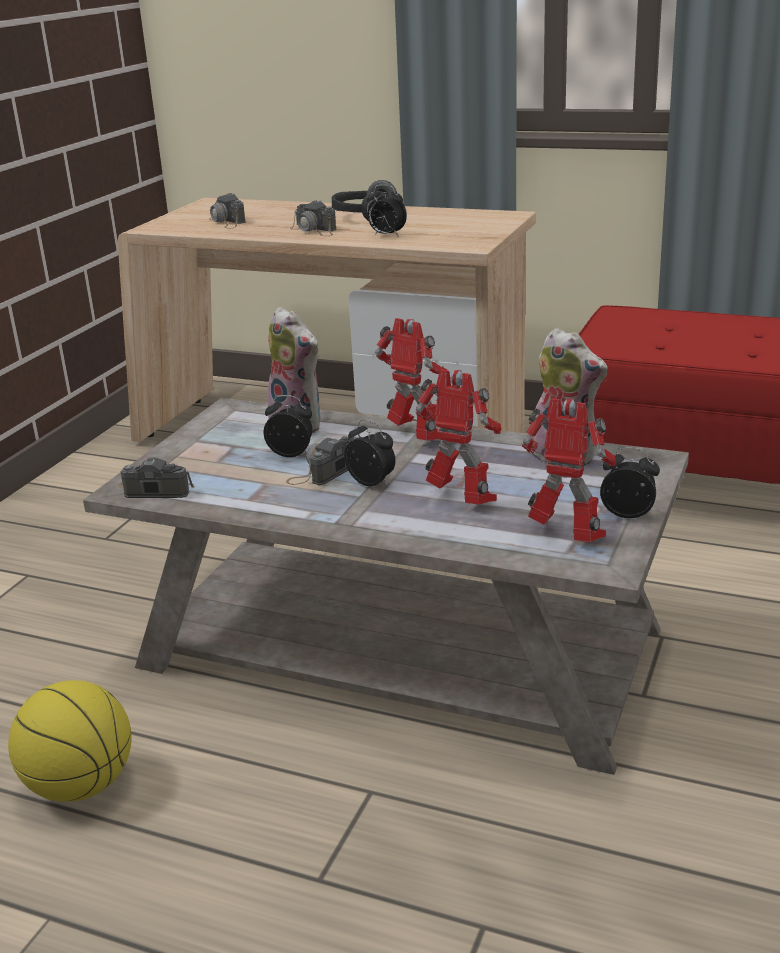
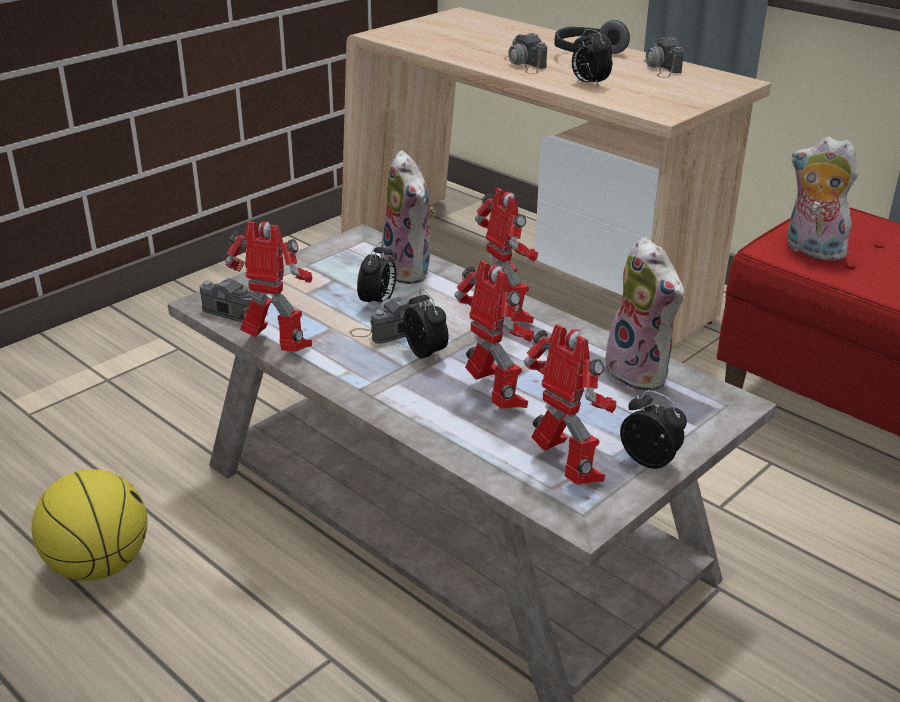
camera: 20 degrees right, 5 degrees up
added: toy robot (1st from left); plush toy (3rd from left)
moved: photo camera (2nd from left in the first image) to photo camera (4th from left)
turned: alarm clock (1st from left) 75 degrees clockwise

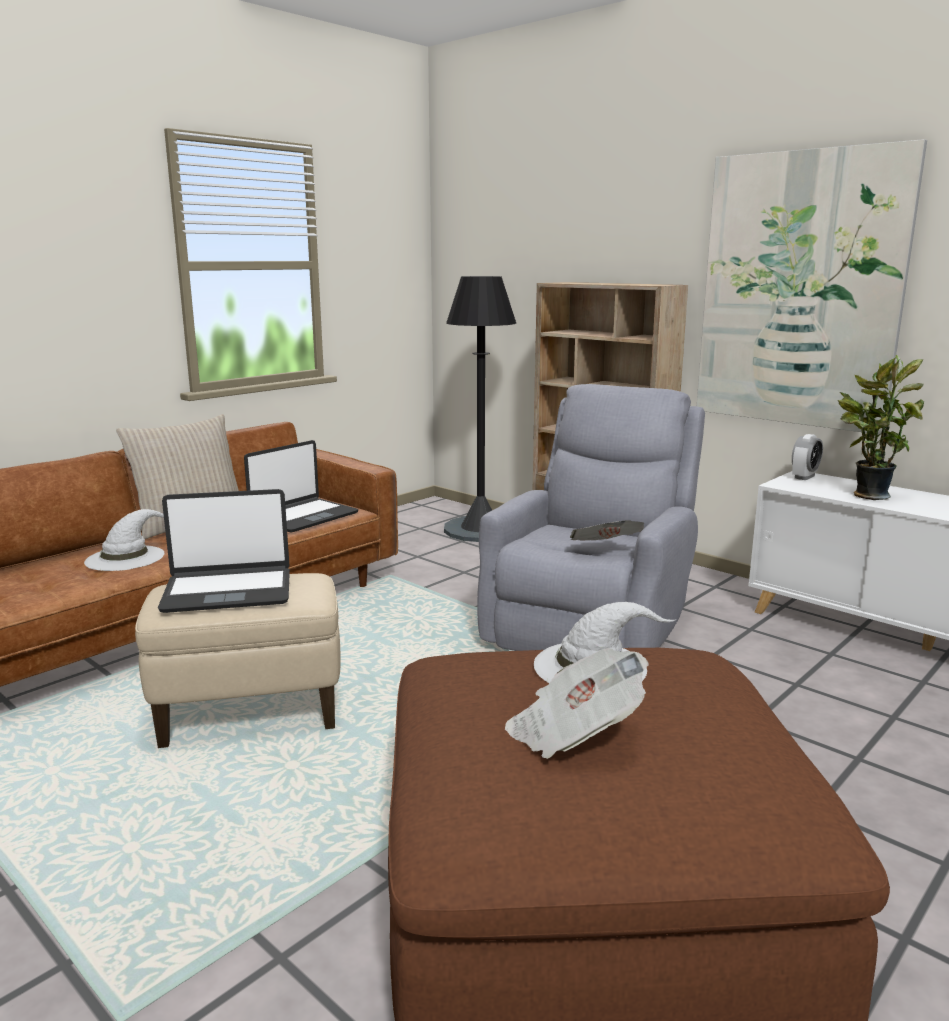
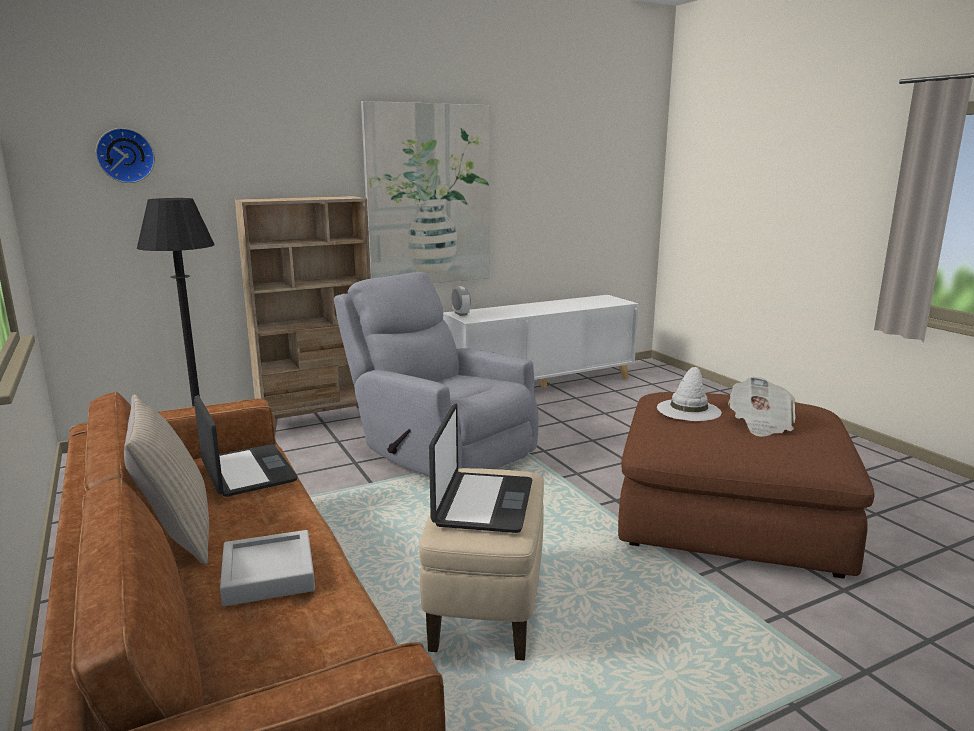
camera: 70 degrees left, 0 degrees up
removed: newspaper (2nd from left); potted plant
added: wall clock
replaced: white hat (1st from left) to grey tray

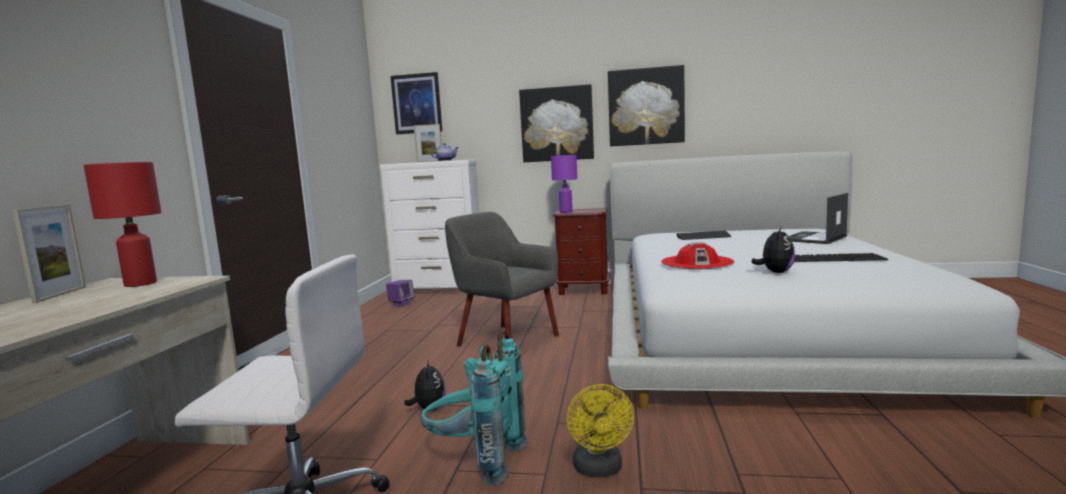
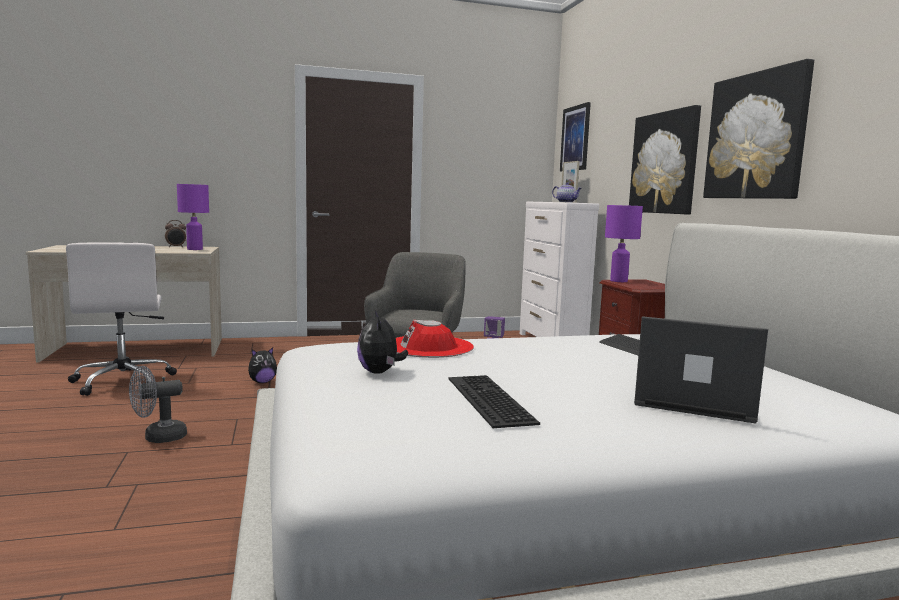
camera: 65 degrees right, 0 degrees up
removed: turquoise backpack
replaced: picture frame (1st from left) to alarm clock
recoloured: yellow fan to grey fan; red table lamp to purple table lamp (1st from left)
turned: plush toy (2nd from left) 75 degrees clockwise

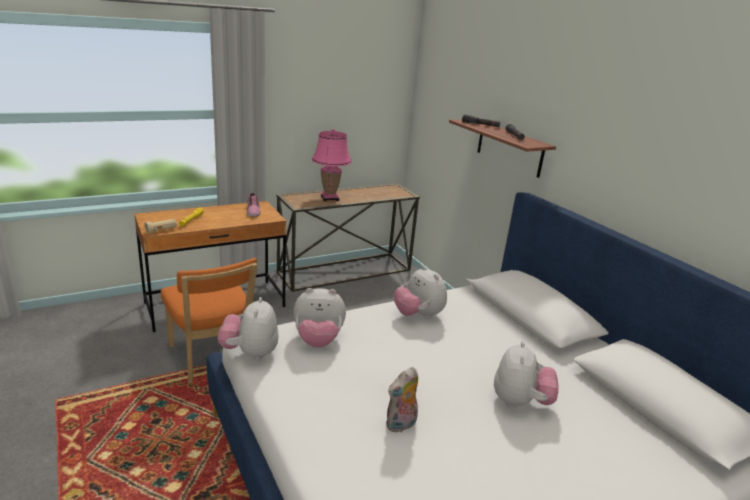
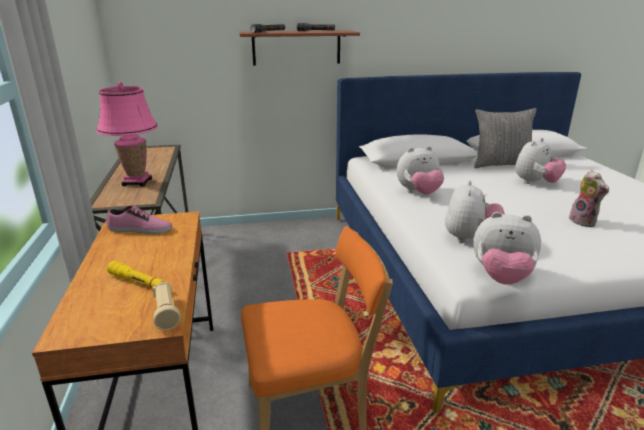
camera: 70 degrees left, 0 degrees up
added: grey pillow
turned: plush toy (5th from left in the first image) 105 degrees clockwise

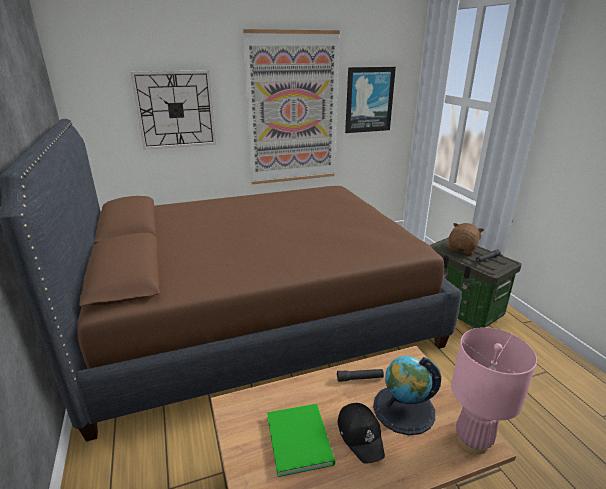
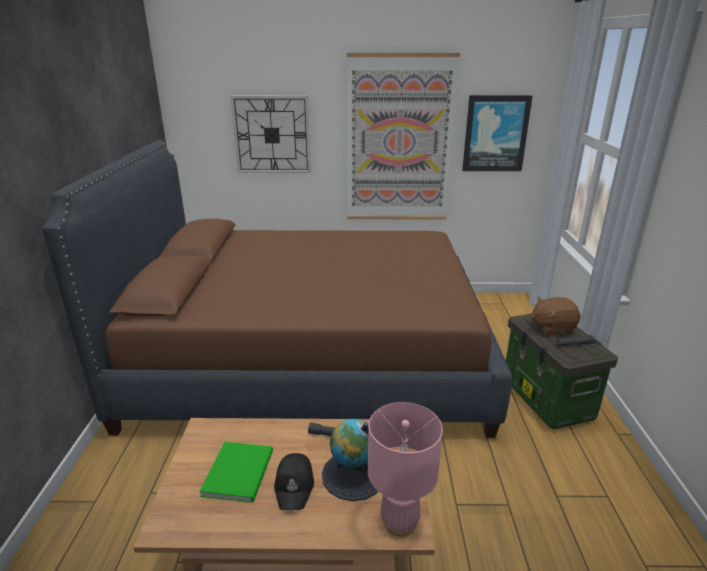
camera: 20 degrees right, 0 degrees up
turned: brown plush toy 150 degrees counterclockwise

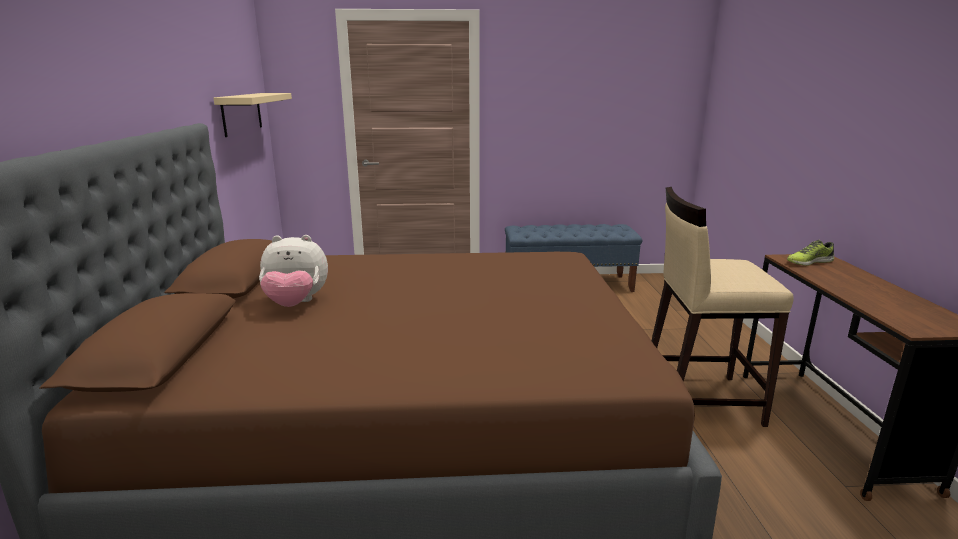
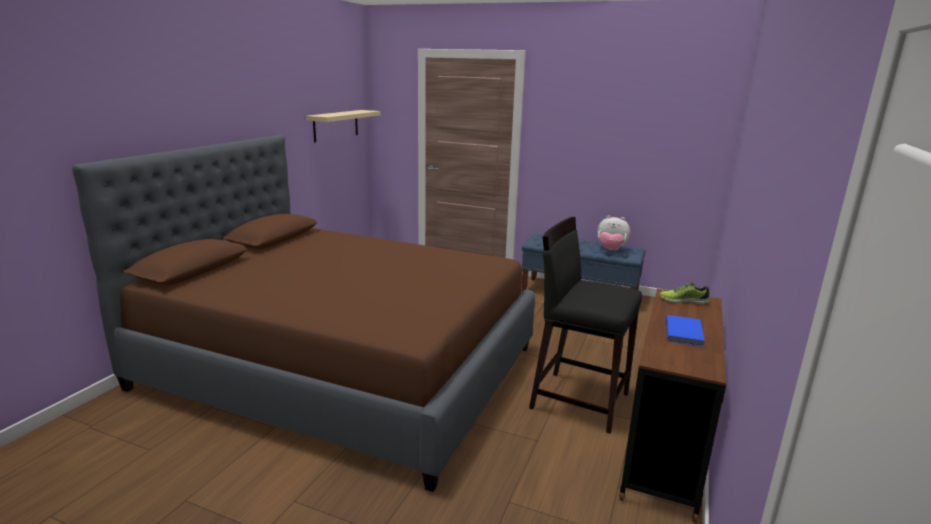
camera: 25 degrees right, 0 degrees up
added: blue book
moved: plush toy
recoloured: beige stool to black stool

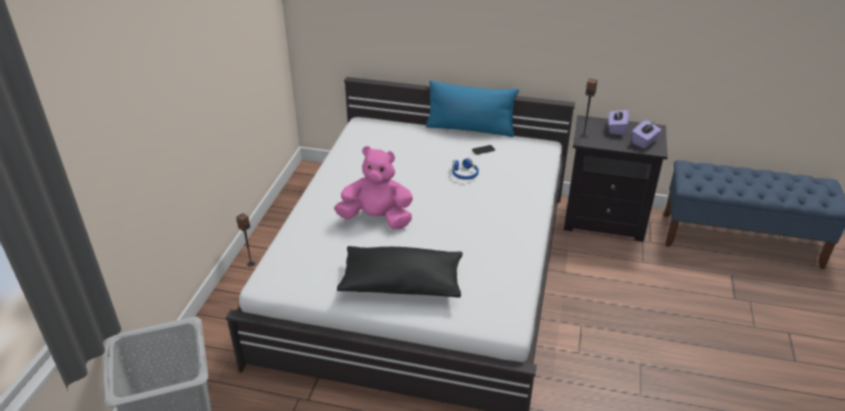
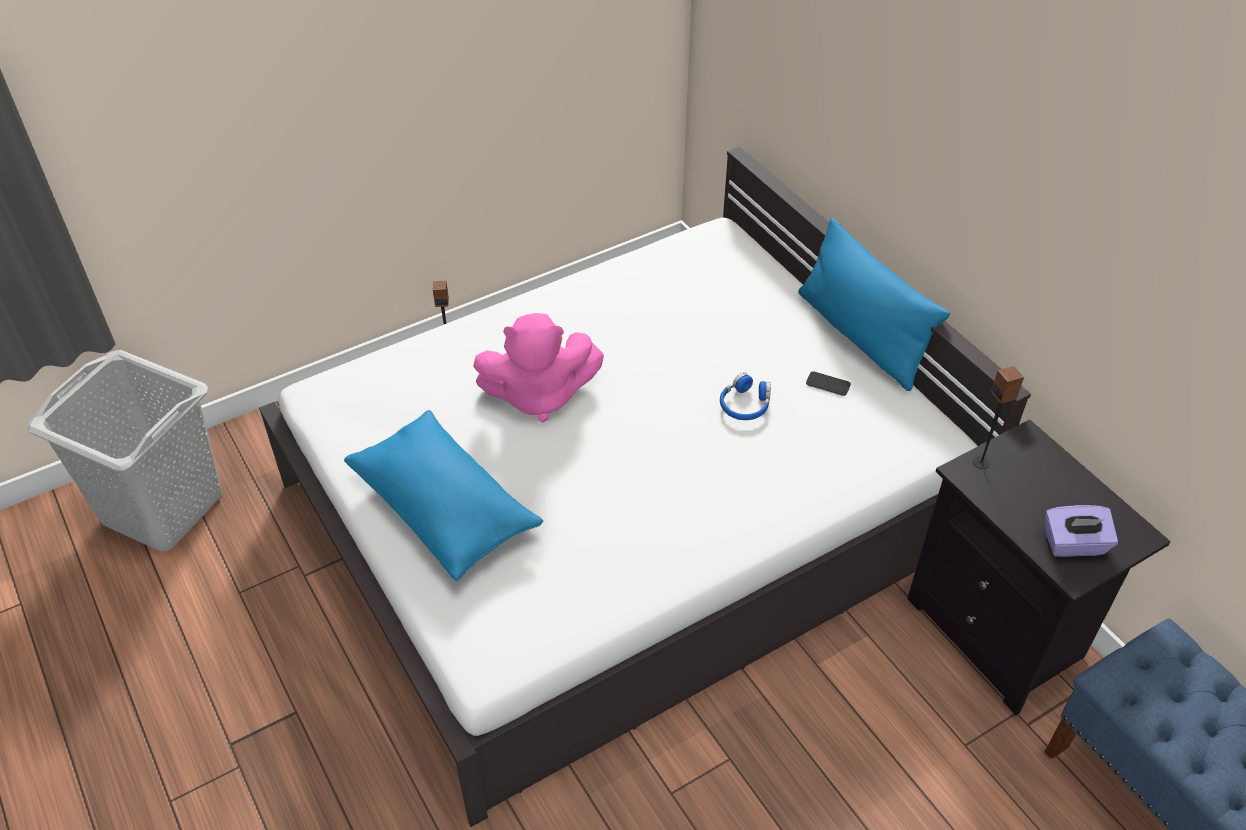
camera: 45 degrees right, 10 degrees up
removed: purple tissue box (1st from left)
recoloured: black pillow to blue pillow (1st from left)
turned: pink plush toy 120 degrees clockwise

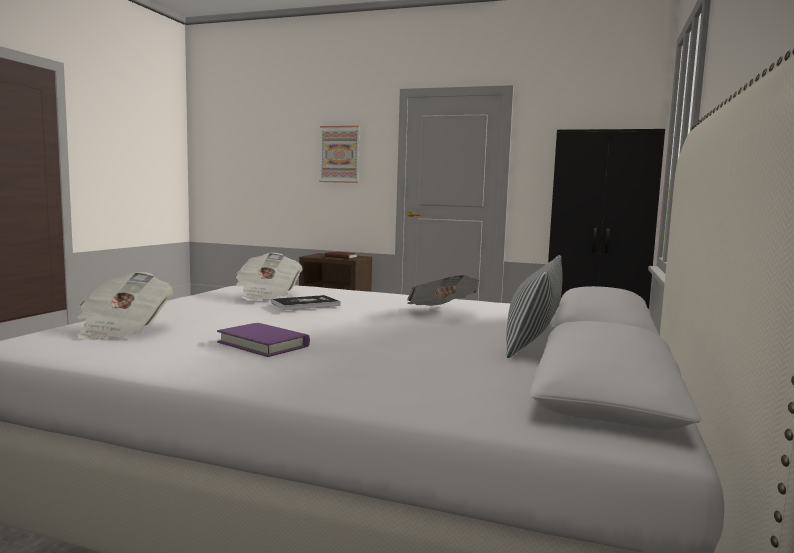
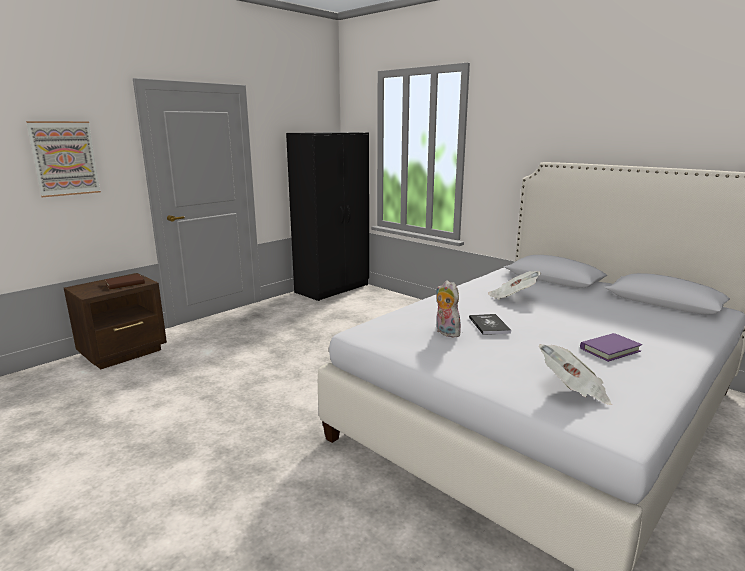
camera: 65 degrees left, 10 degrees up
removed: pillow
replaced: newspaper (2nd from left) to plush toy

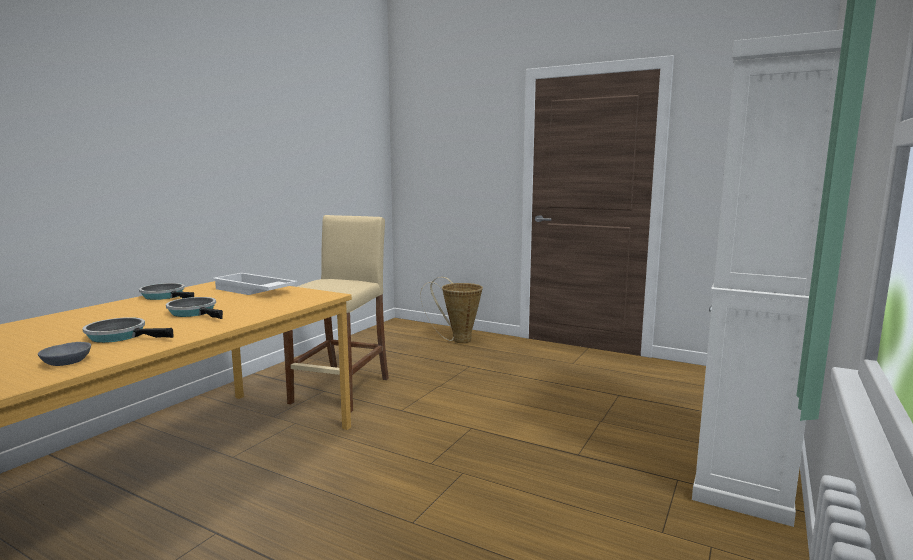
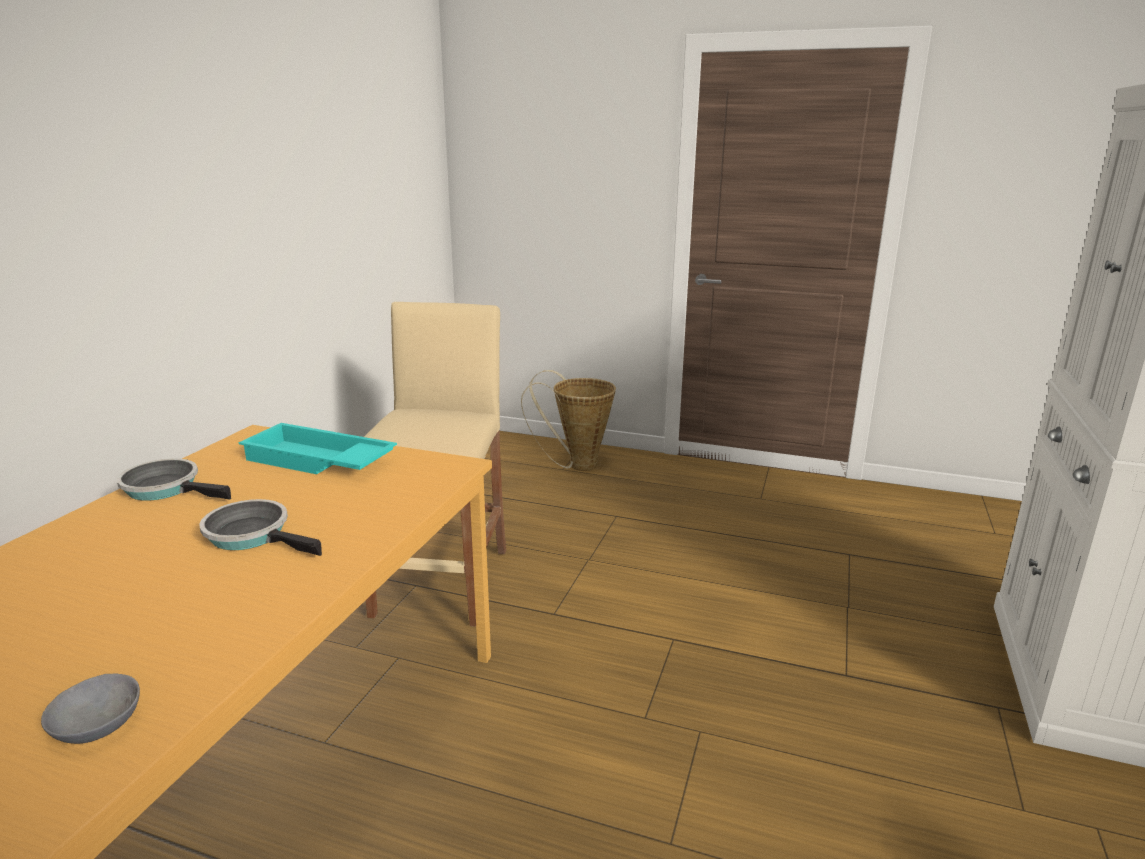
camera: 10 degrees left, 10 degrees up
removed: frying pan (1st from left)
recoloured: white tray to turquoise tray

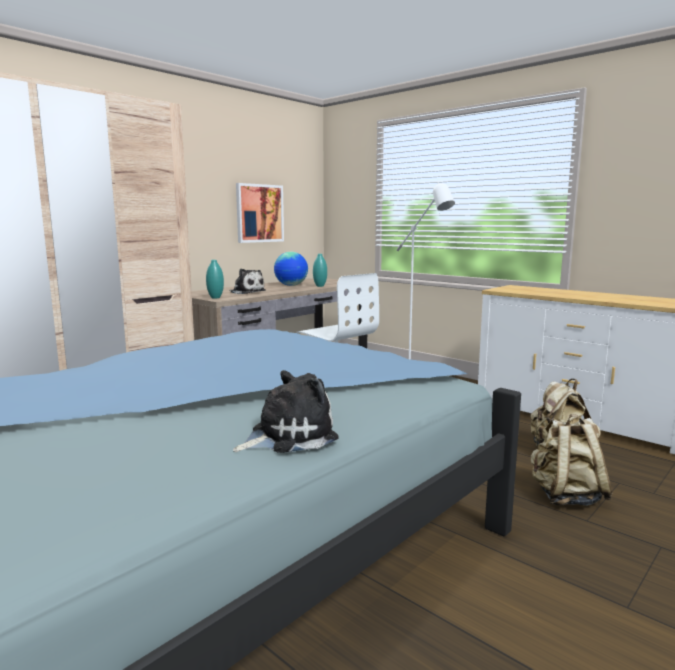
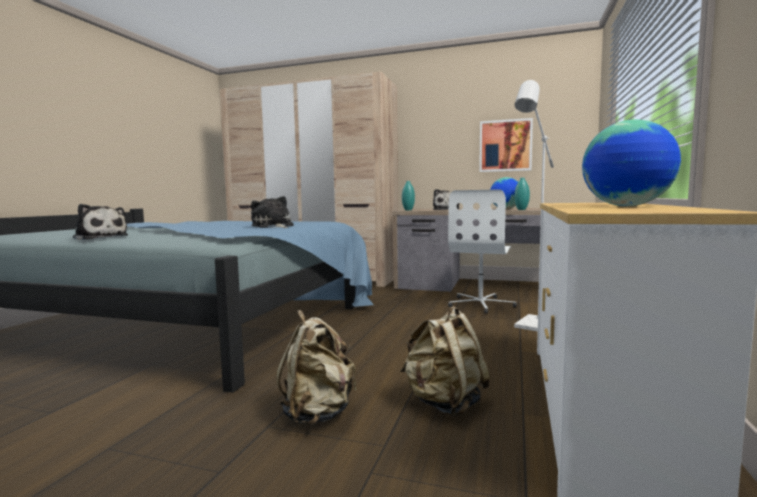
camera: 65 degrees right, 5 degrees down
added: plush toy (2nd from left); globe (2nd from left)

